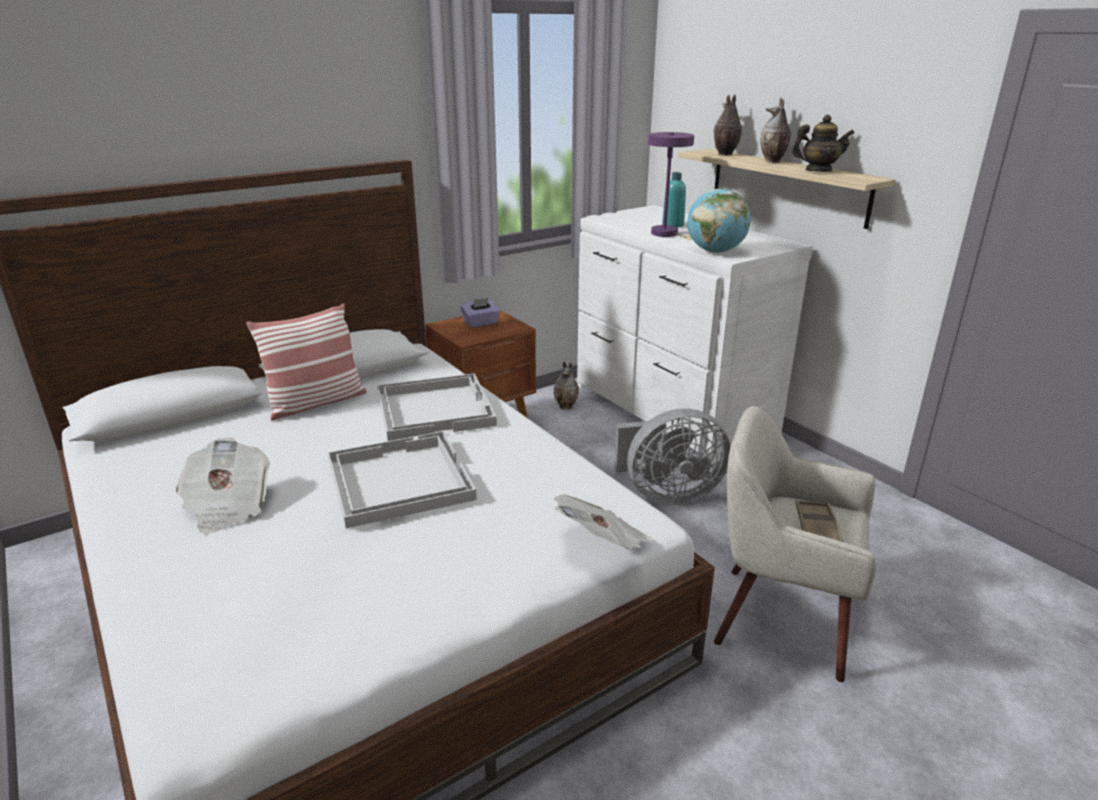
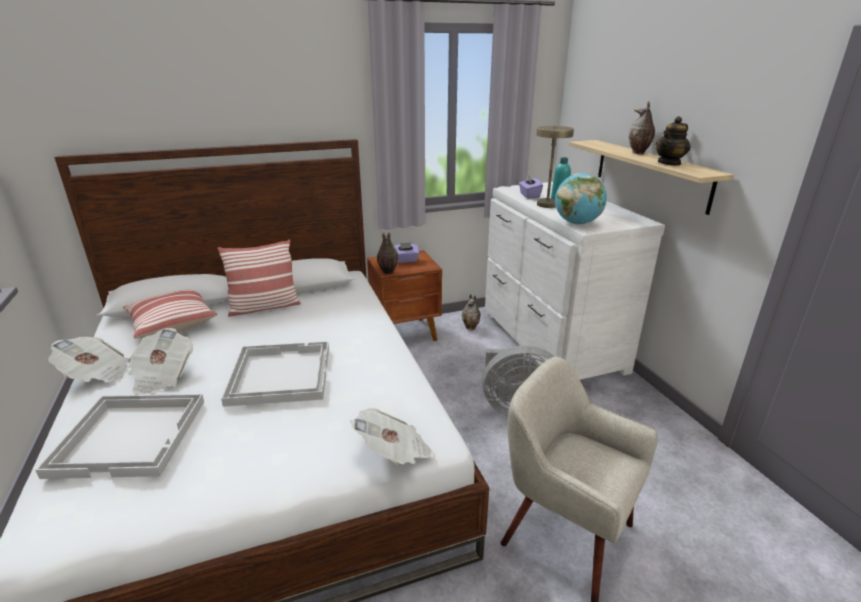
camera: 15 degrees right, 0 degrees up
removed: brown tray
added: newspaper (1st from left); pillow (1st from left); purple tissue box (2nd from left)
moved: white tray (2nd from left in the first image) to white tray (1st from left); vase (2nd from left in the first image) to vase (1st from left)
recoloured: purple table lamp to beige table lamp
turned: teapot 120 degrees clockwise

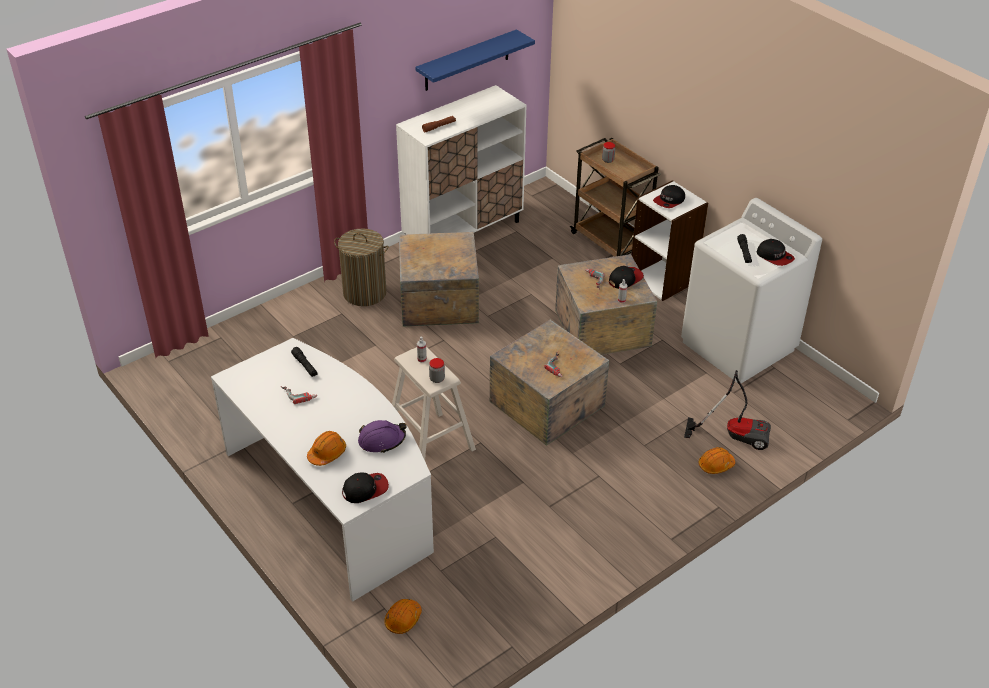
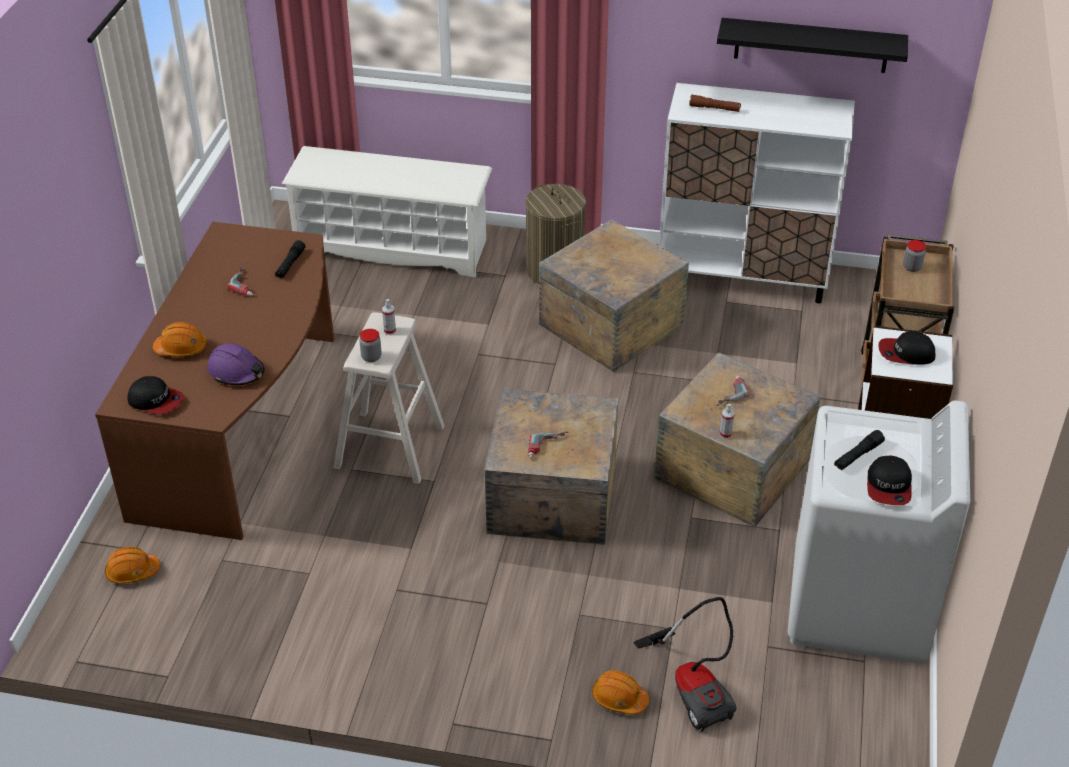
camera: 50 degrees right, 0 degrees up
removed: cap (2nd from left)
added: white shoe rack
recoloured: white desk to brown desk; blue shelf to black shelf

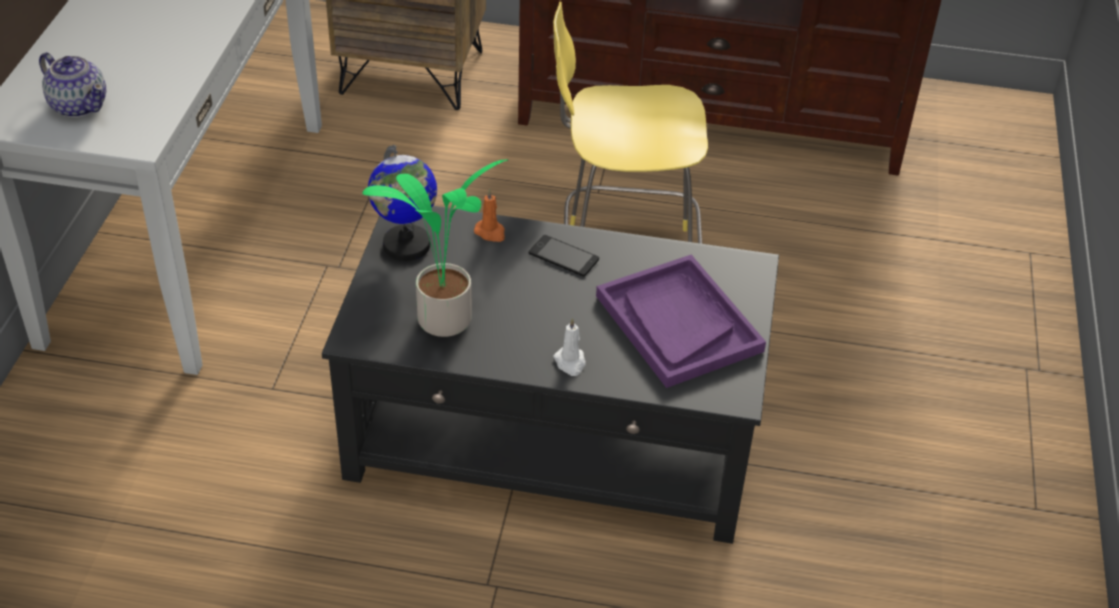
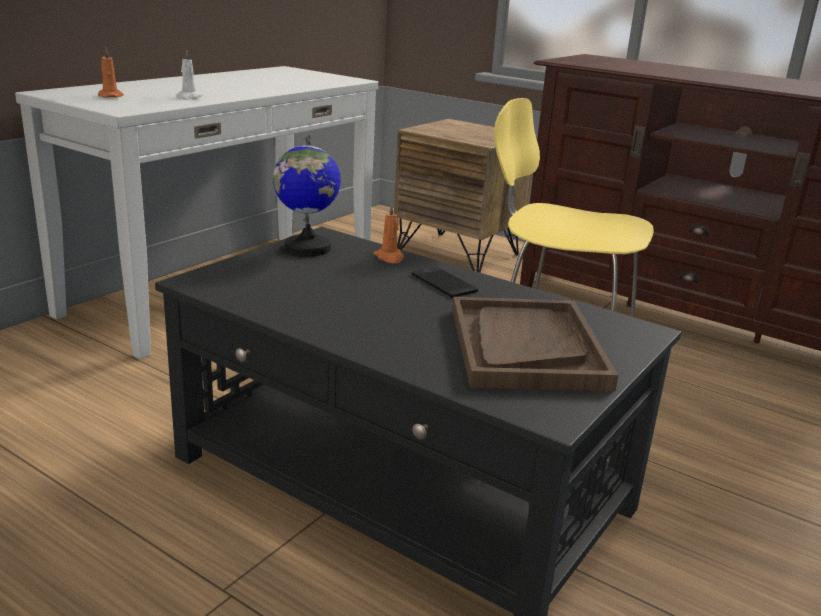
camera: 25 degrees right, 20 degrees down
removed: potted plant
moved: white candle
replaced: teapot to orange candle (1st from left)
recoloured: purple tray to brown tray

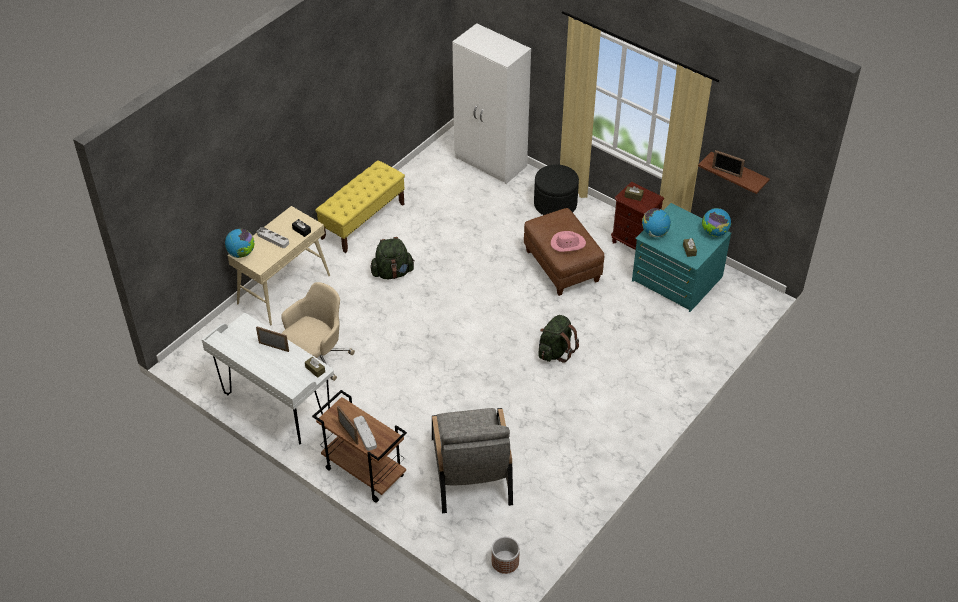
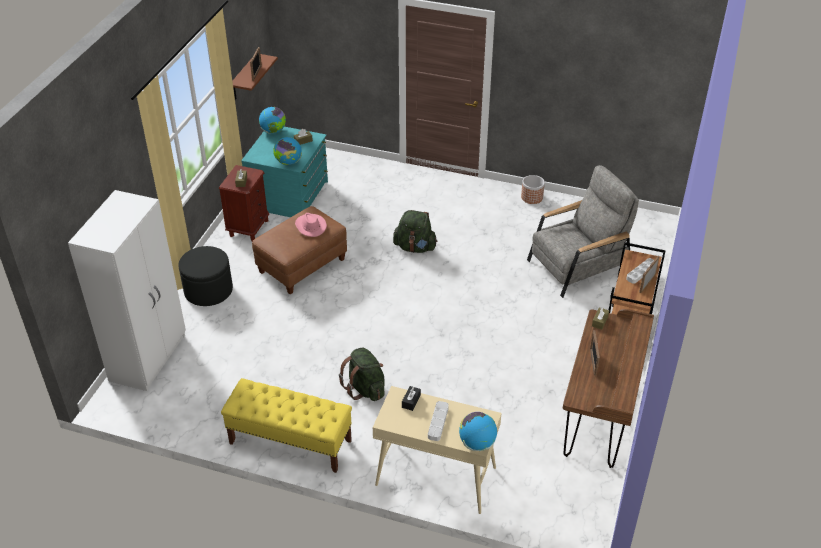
camera: 110 degrees left, 5 degrees down
removed: beige office chair
moved: planter
recoloured: white desk to brown desk

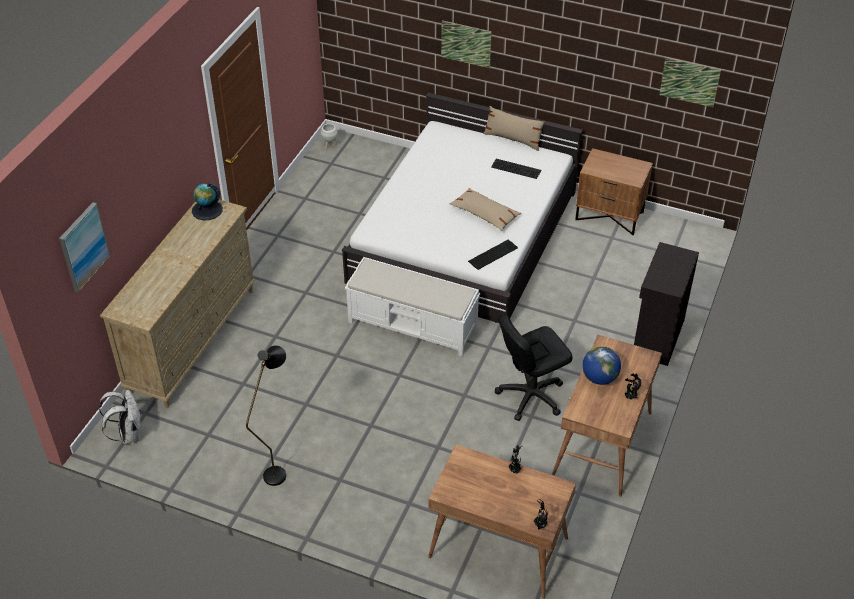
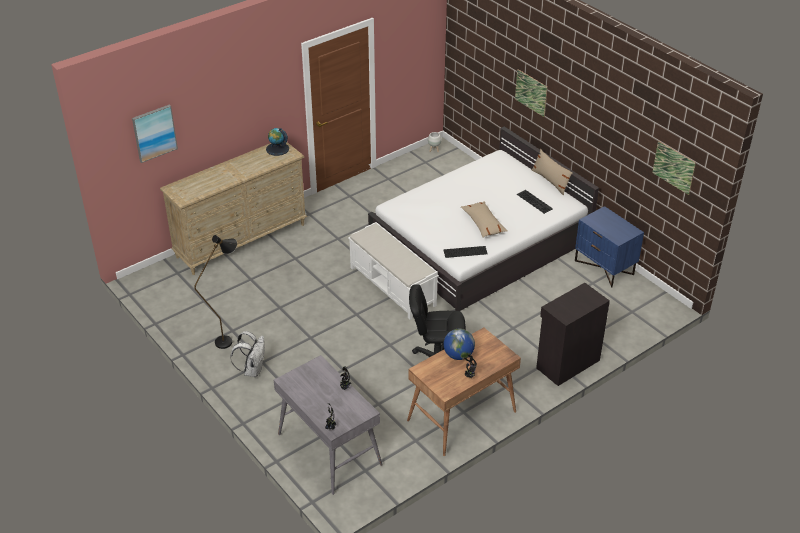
camera: 30 degrees right, 5 degrees down
moved: white backpack
recoloured: brown desk (1st from left) to grey desk; brown nightstand to blue nightstand

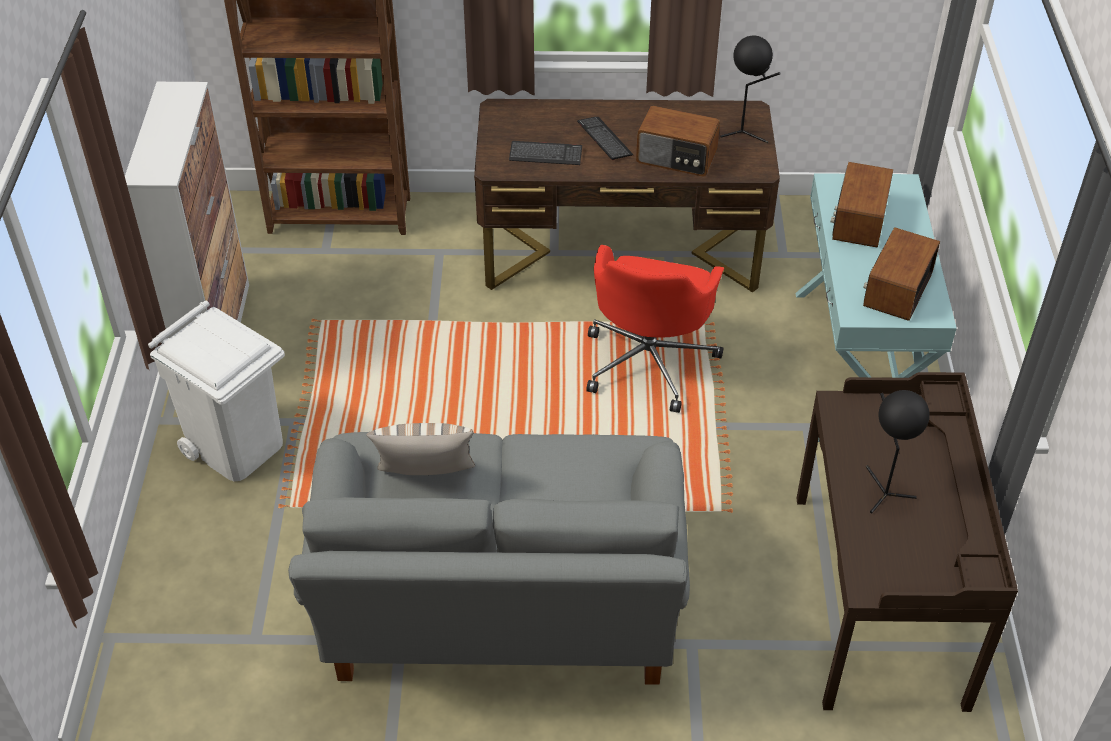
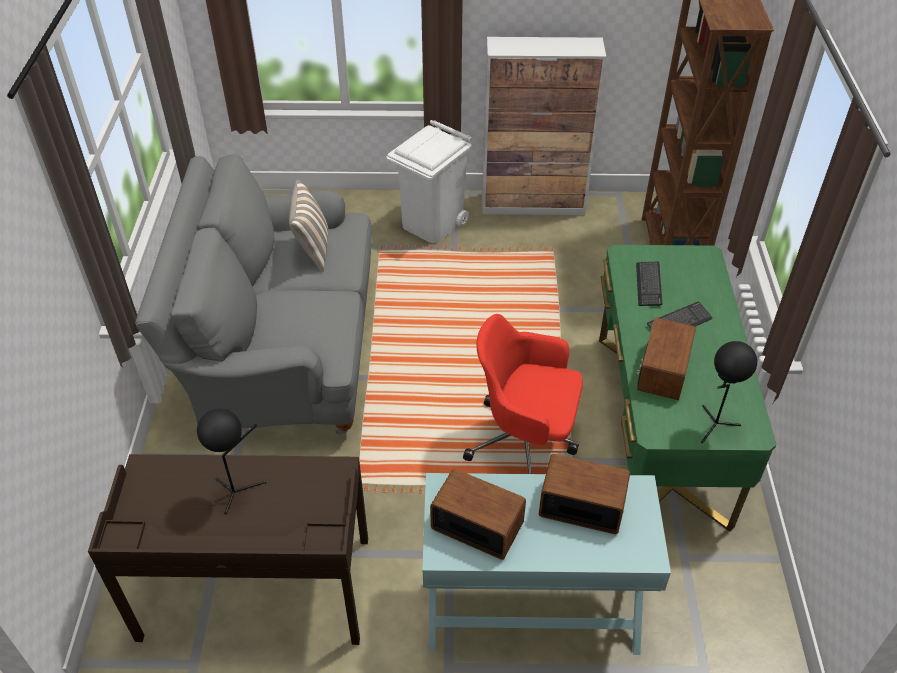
camera: 90 degrees right, 0 degrees up
recoloured: brown desk (1st from left) to green desk

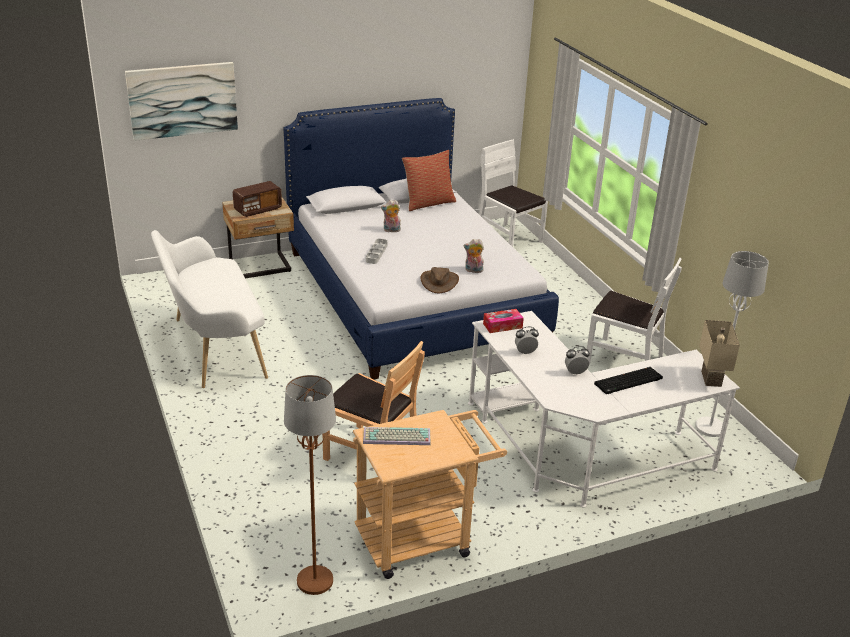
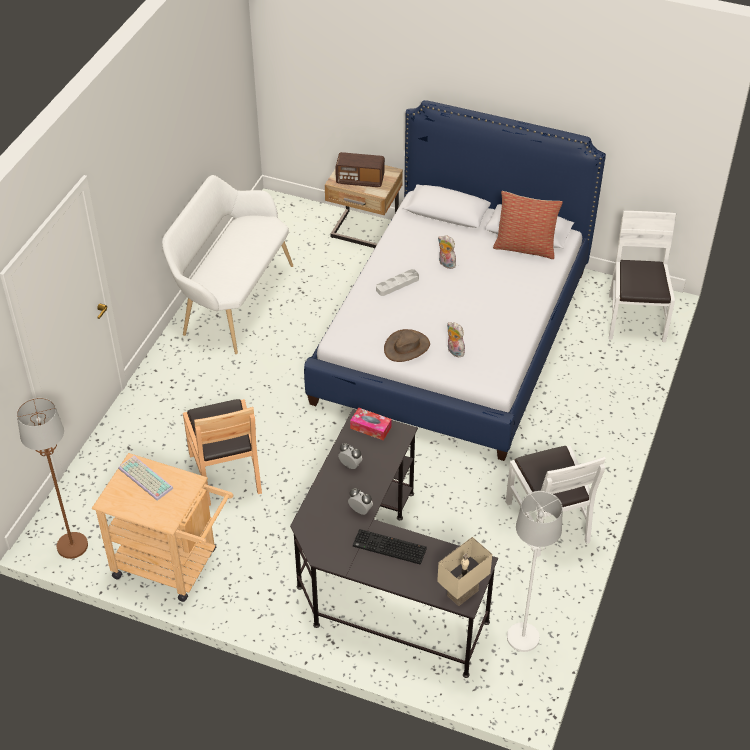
camera: 45 degrees right, 15 degrees up
removed: picture
recoloured: white desk to black desk

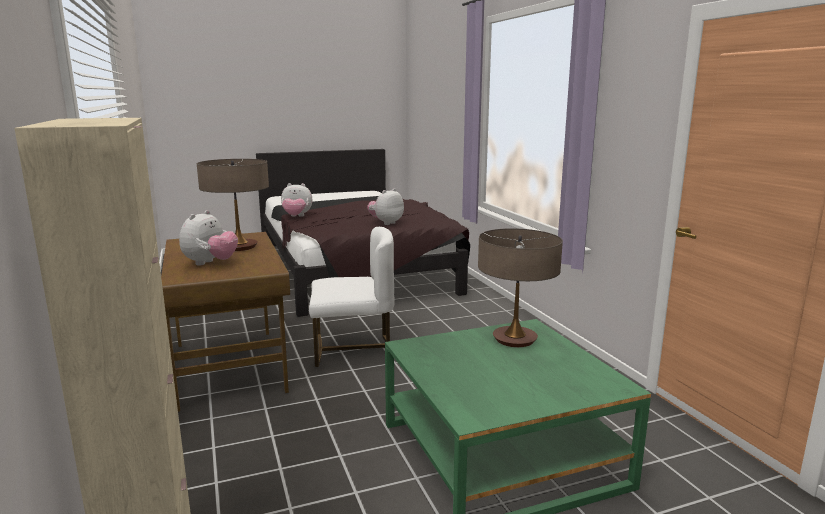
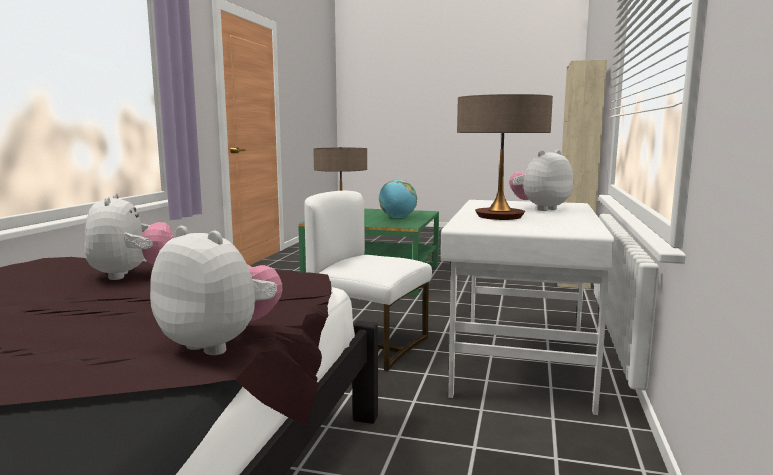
camera: 145 degrees left, 5 degrees down
added: globe
recoloured: brown desk to white desk
turned: plush toy (3rd from left in the first image) 90 degrees counterclockwise

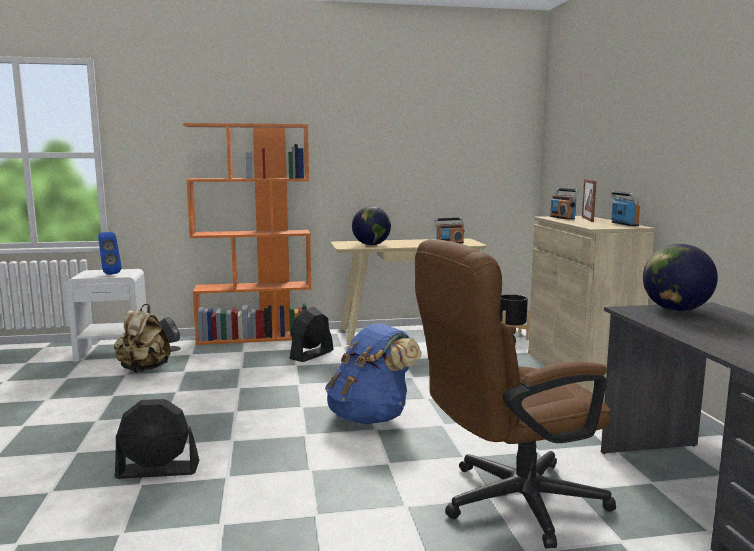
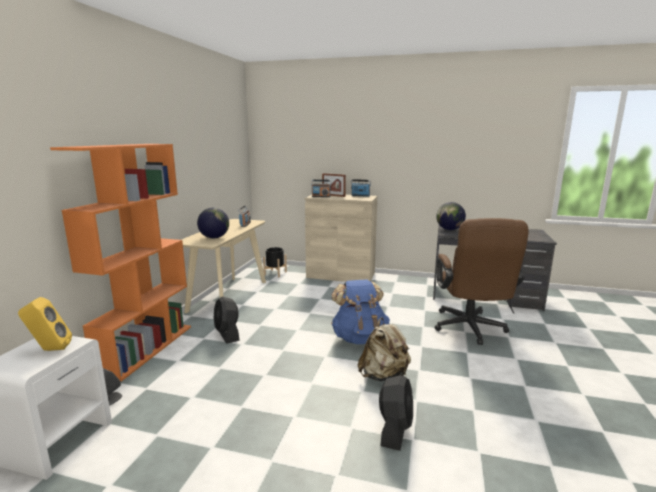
camera: 65 degrees left, 5 degrees up
moved: beige backpack
recoloured: blue speaker to yellow speaker

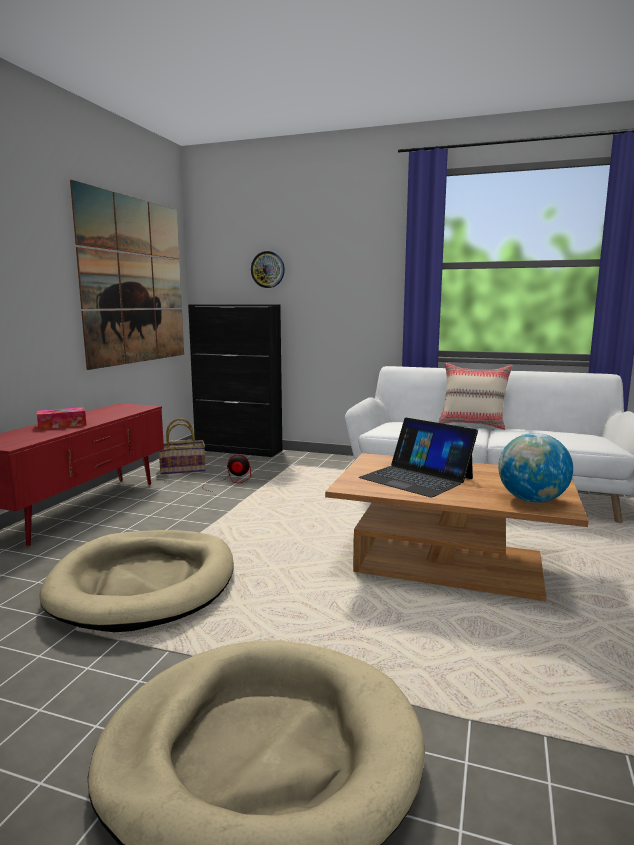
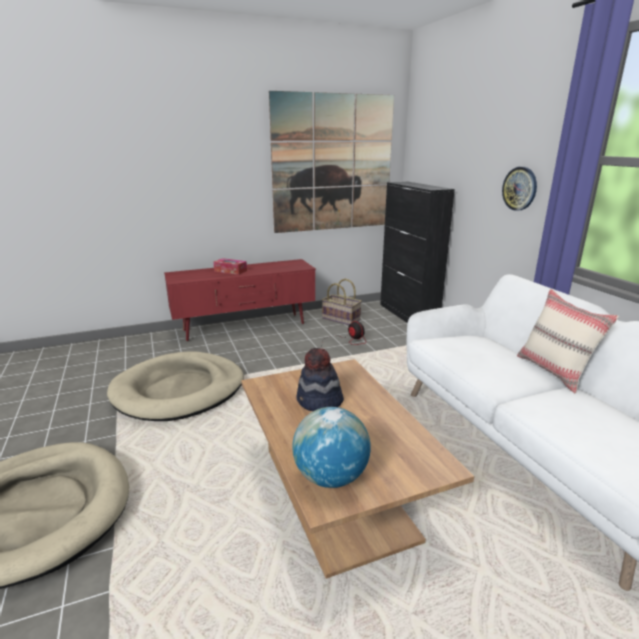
camera: 50 degrees right, 10 degrees up
moved: wall clock
replaced: laptop to hat

